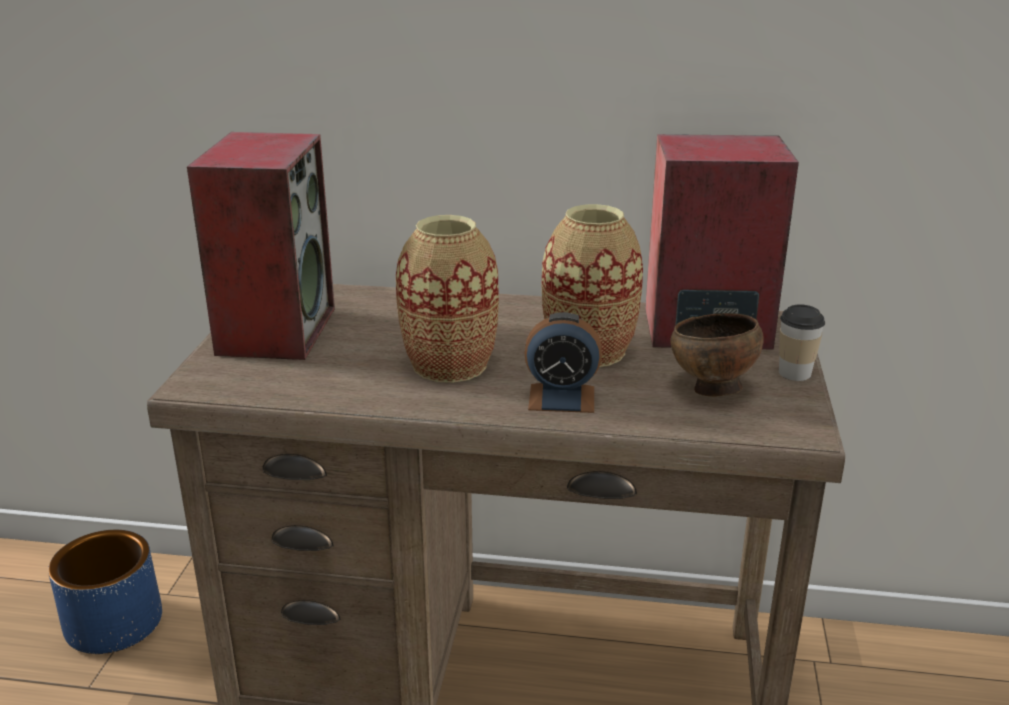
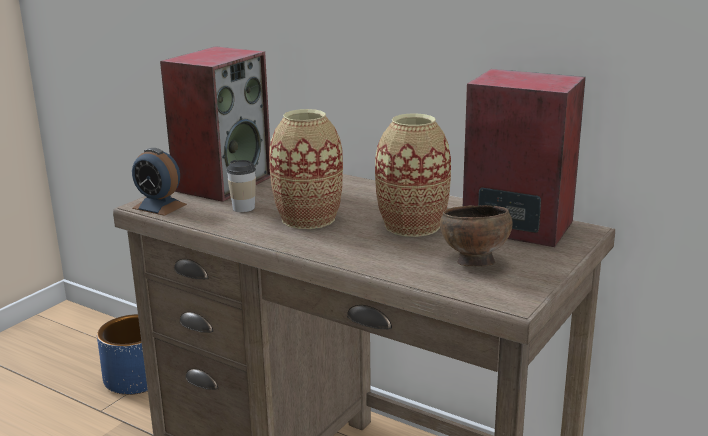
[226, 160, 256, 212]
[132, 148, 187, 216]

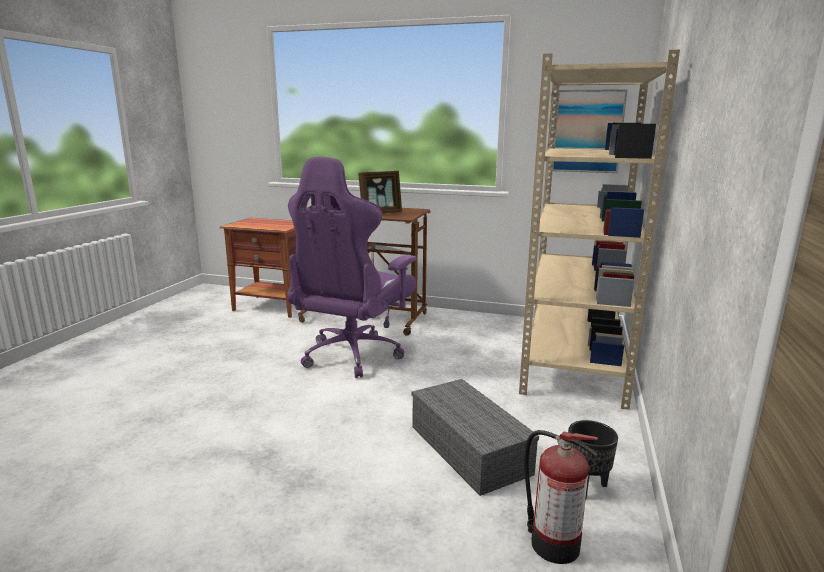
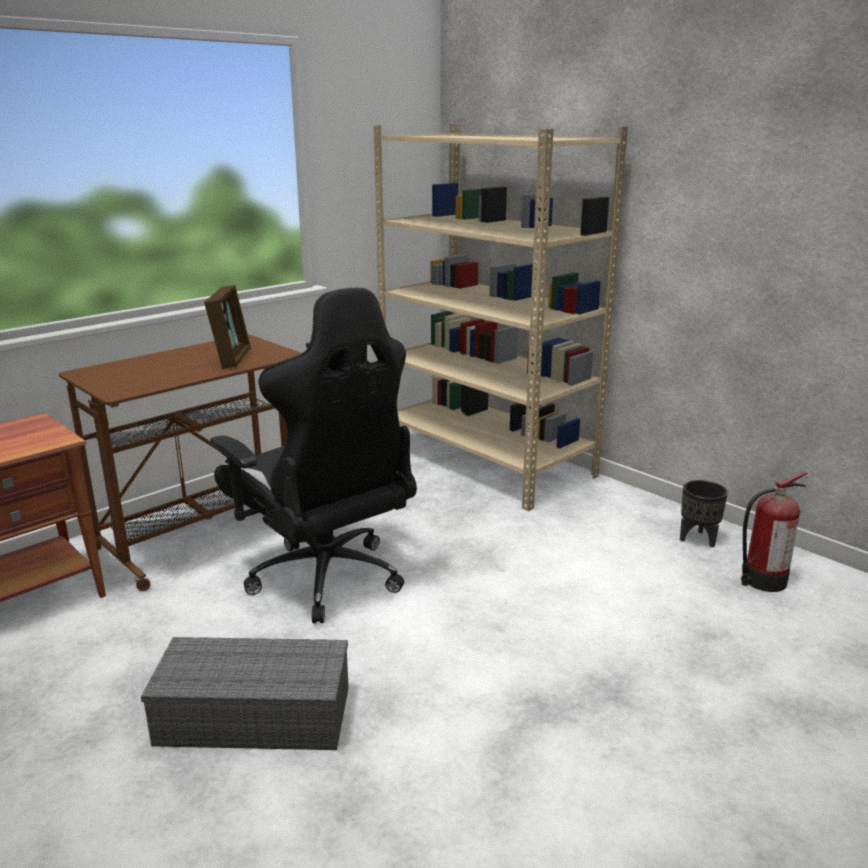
[553, 89, 628, 173] (first image)
[210, 288, 417, 623]
[141, 637, 349, 750]

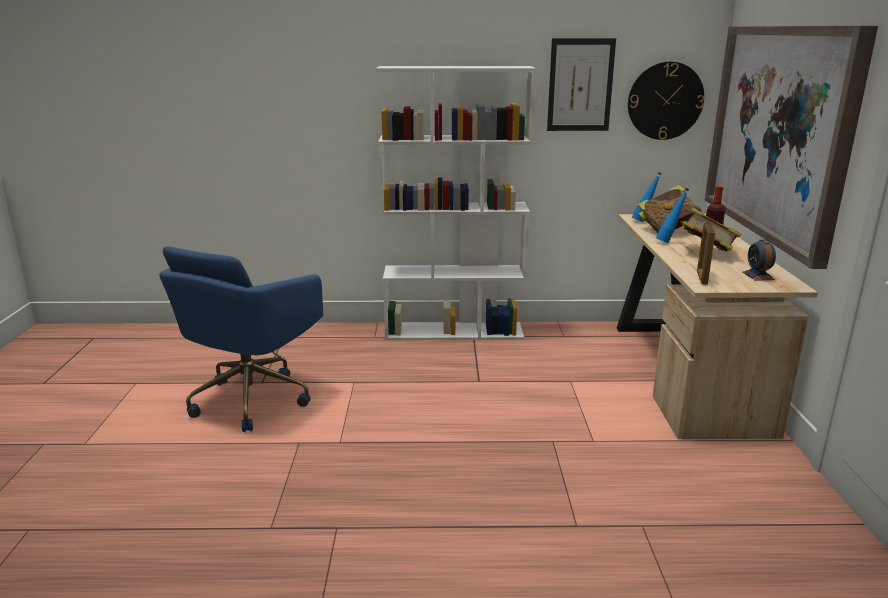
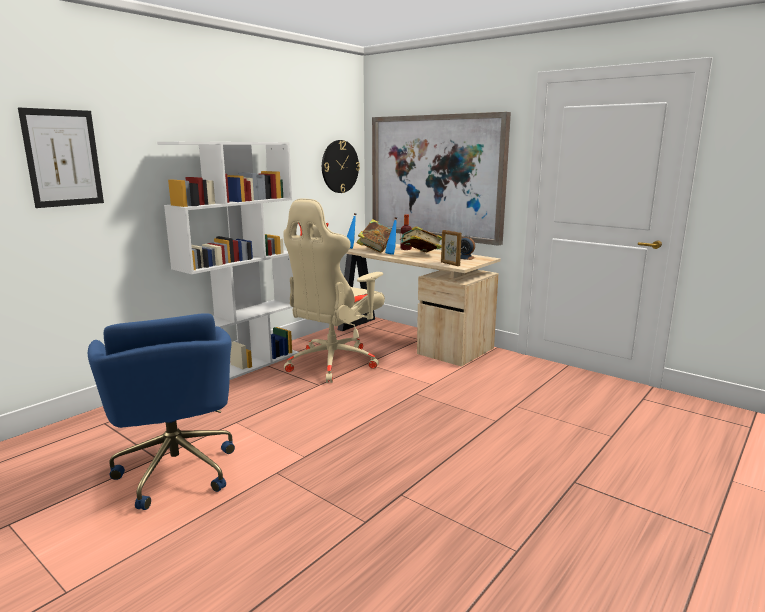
[18, 108, 104, 208]
[283, 198, 385, 383]

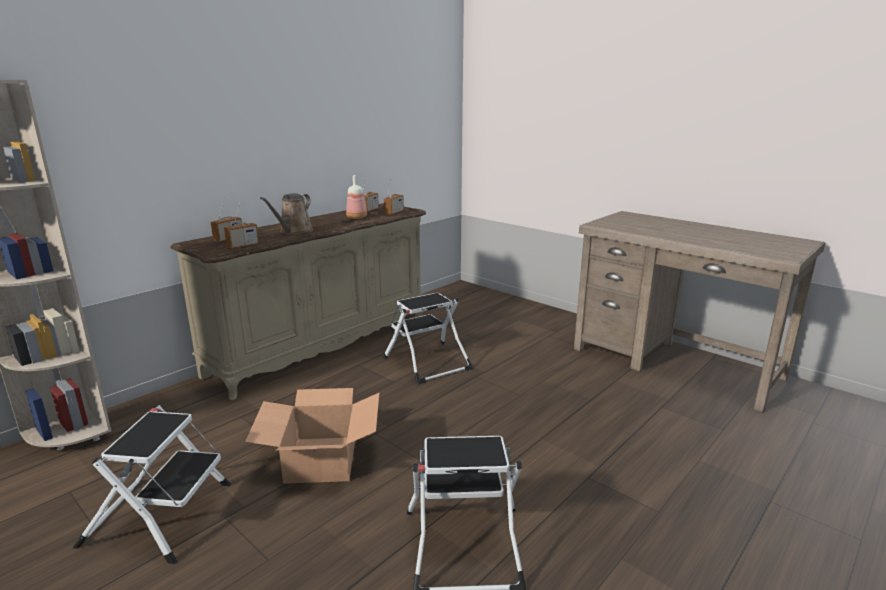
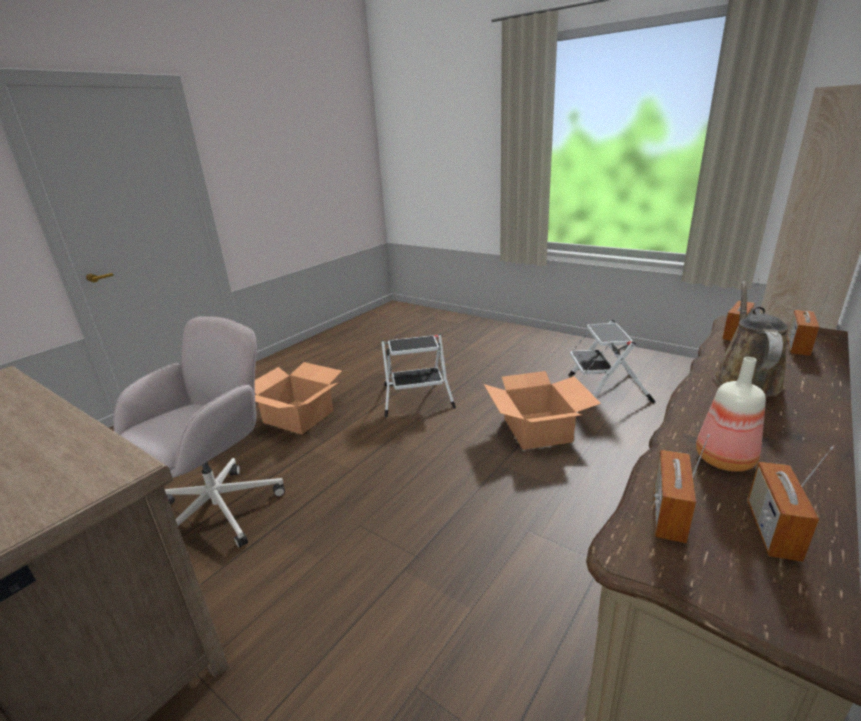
[383, 293, 473, 385] (first image)
[113, 316, 285, 548]
[255, 362, 342, 435]

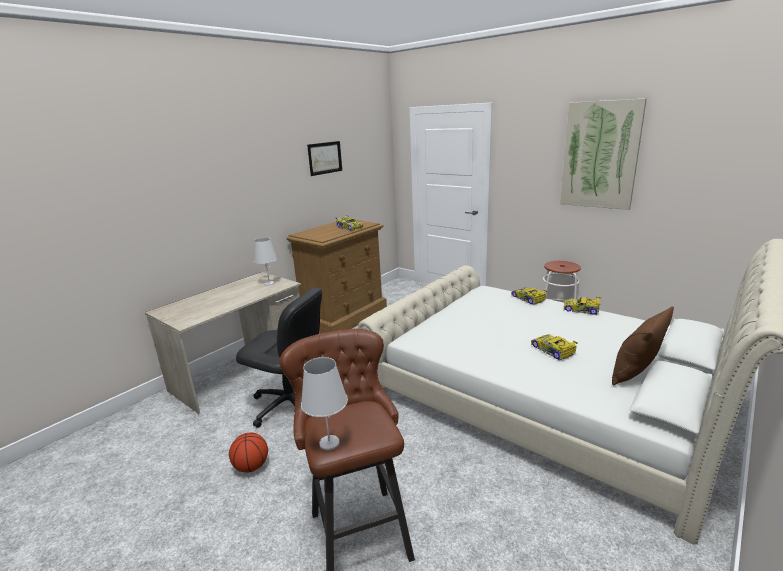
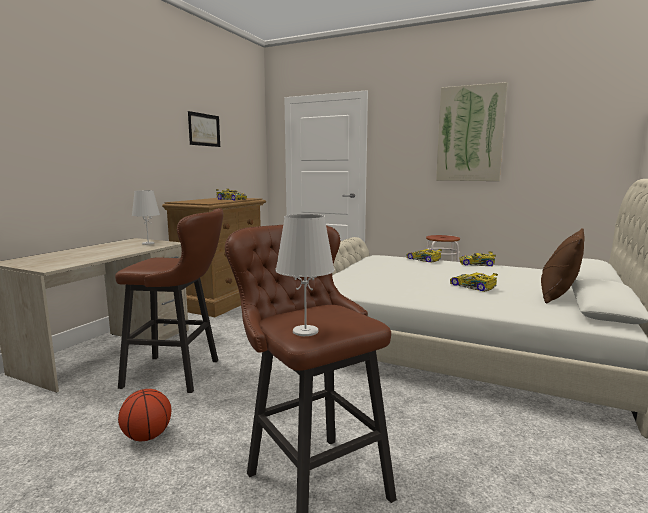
[115, 208, 223, 393]

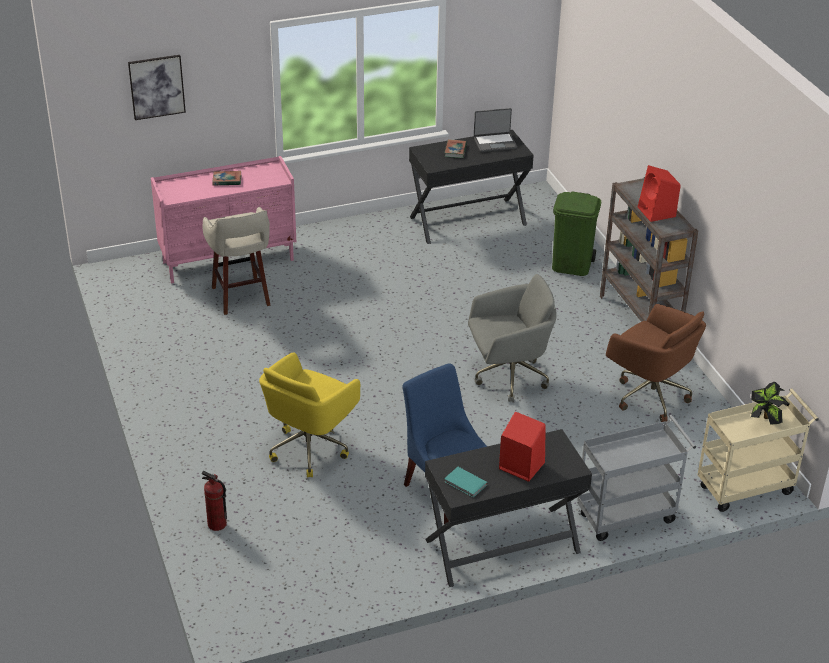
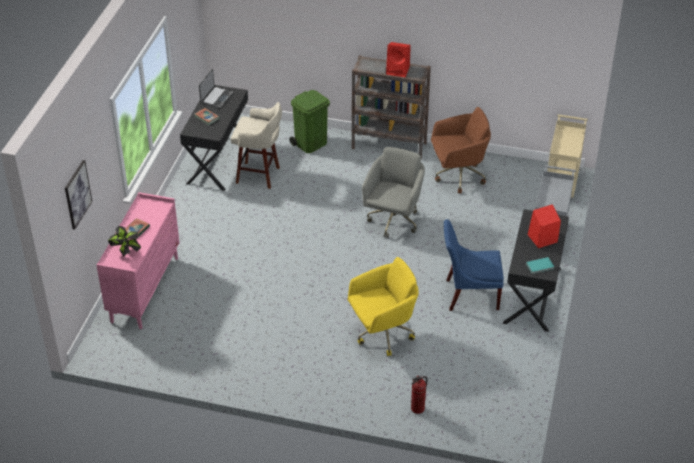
[231, 102, 282, 189]
[348, 257, 419, 356]
[108, 226, 141, 257]

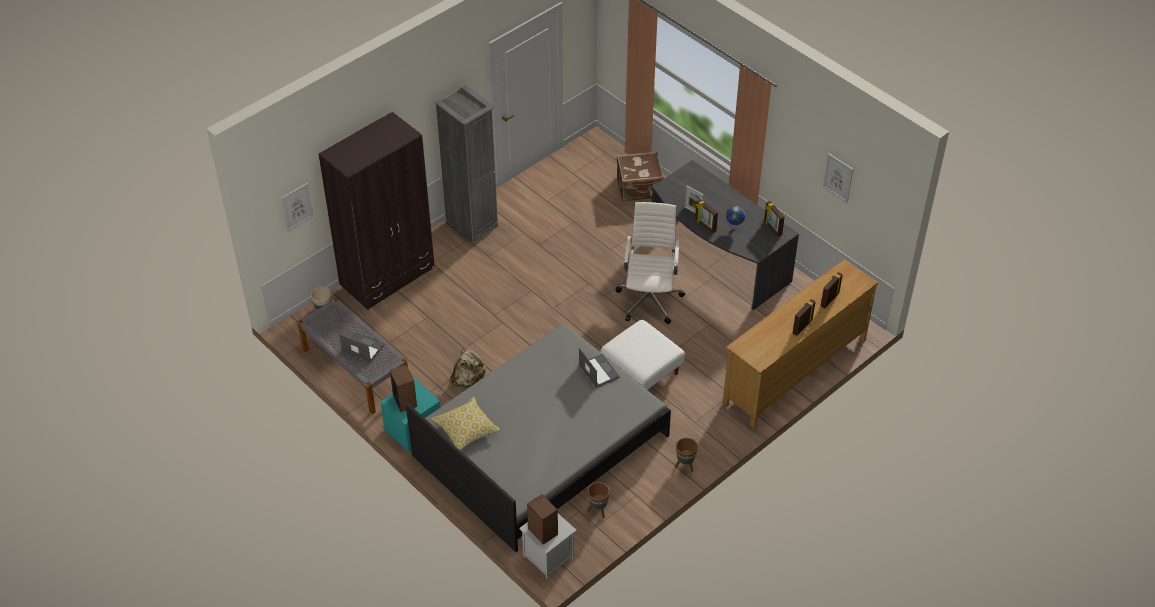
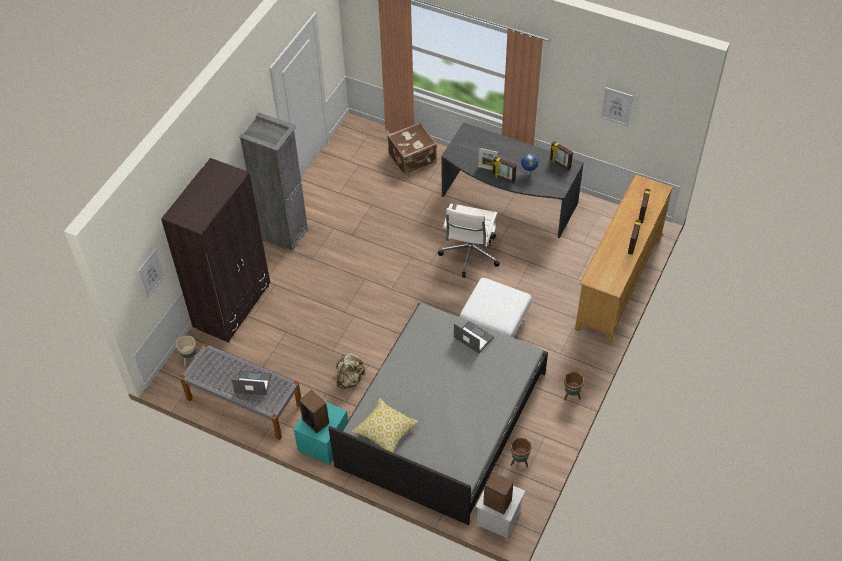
[438, 203, 500, 277]

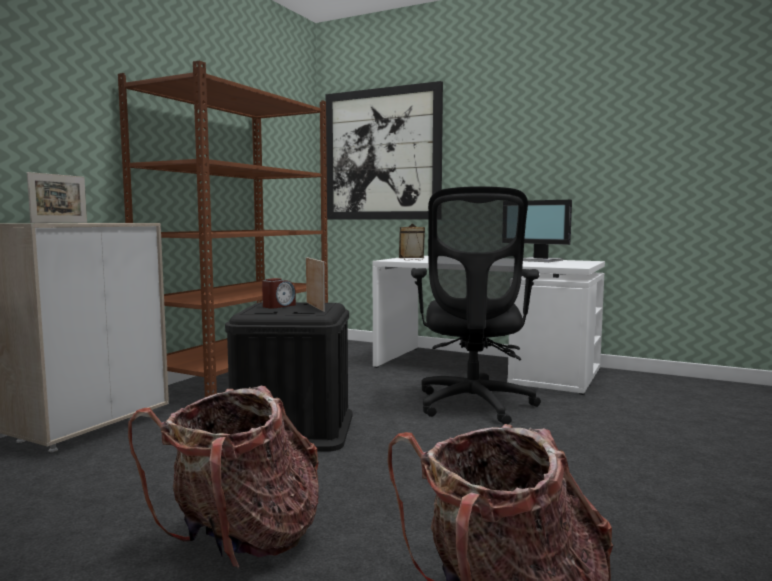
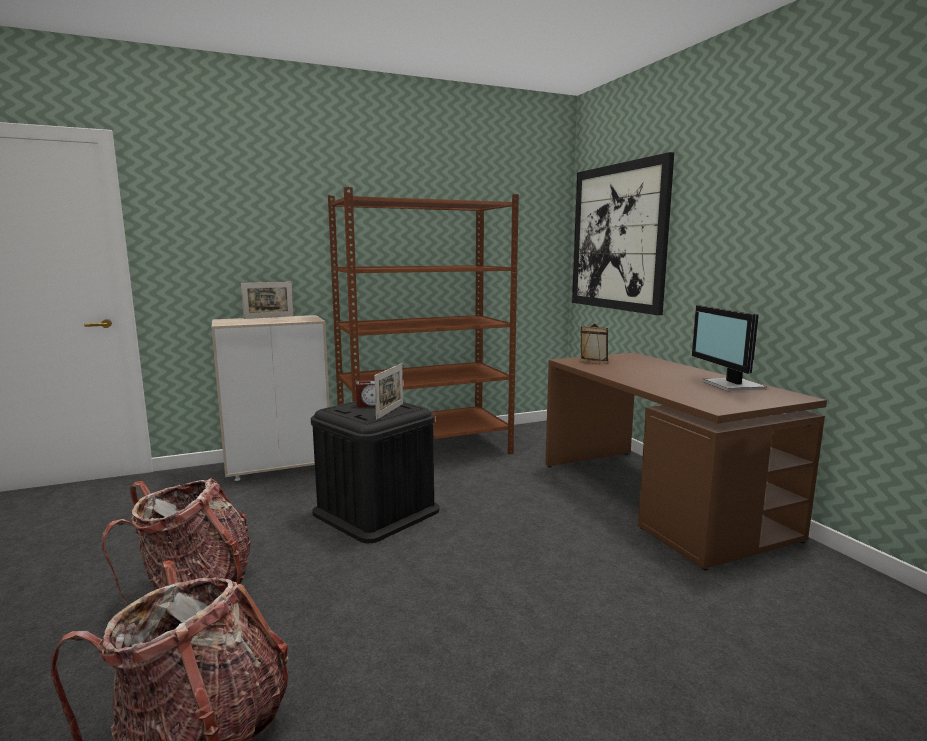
[411, 186, 541, 424] (first image)
[545, 353, 827, 570]

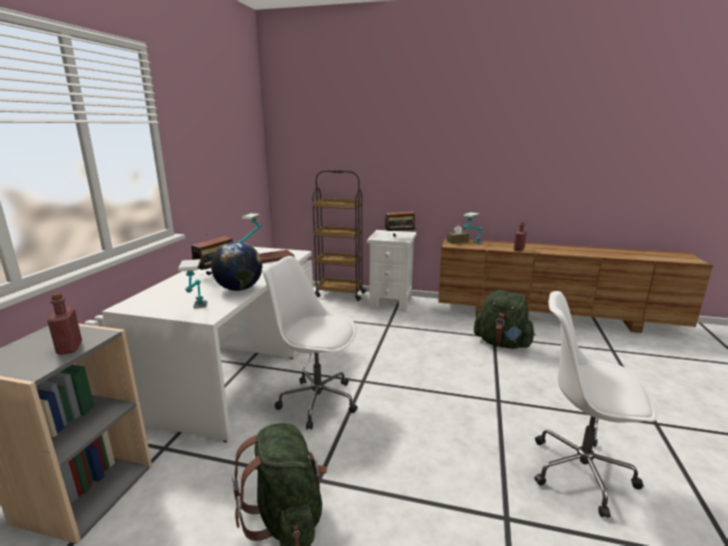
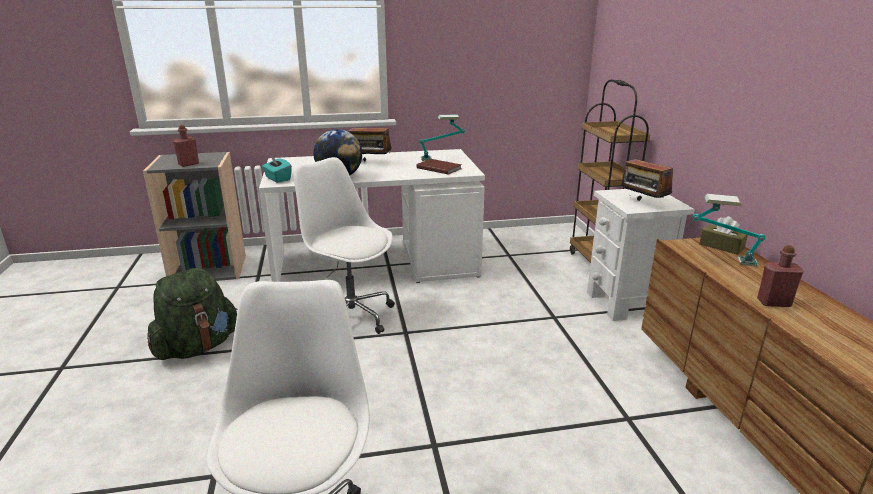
[293, 157, 395, 334]
[262, 155, 292, 183]
[474, 290, 536, 349] (first image)

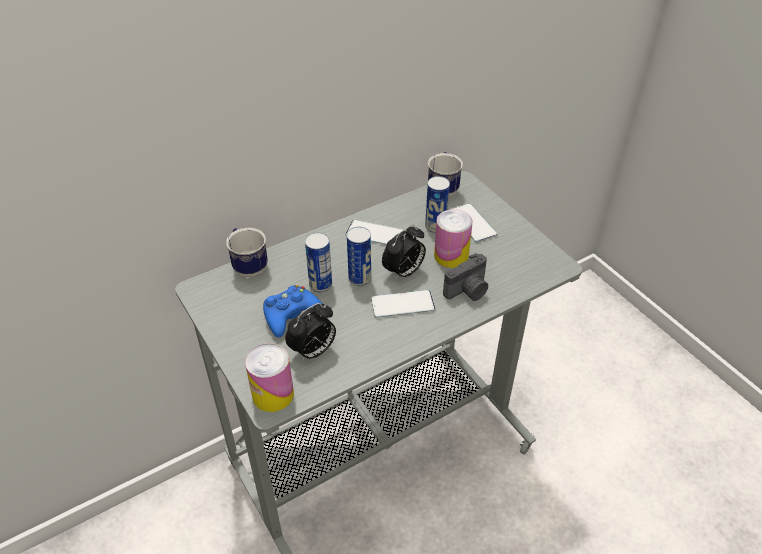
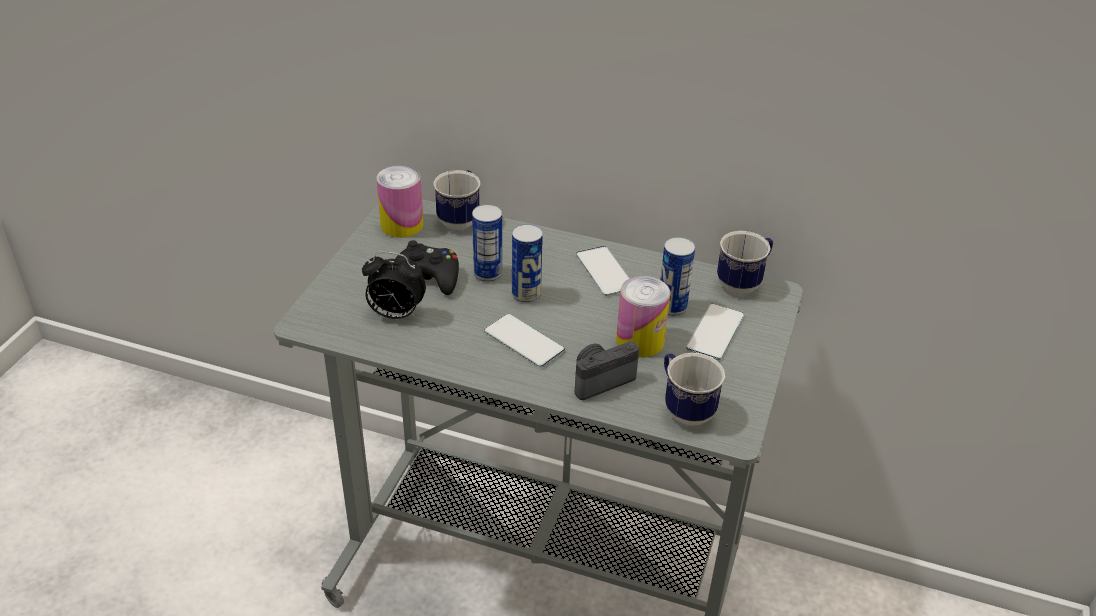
[382, 225, 426, 281] (first image)
[575, 341, 639, 400]
[395, 240, 459, 295]
[376, 165, 423, 238]
[664, 353, 725, 426]

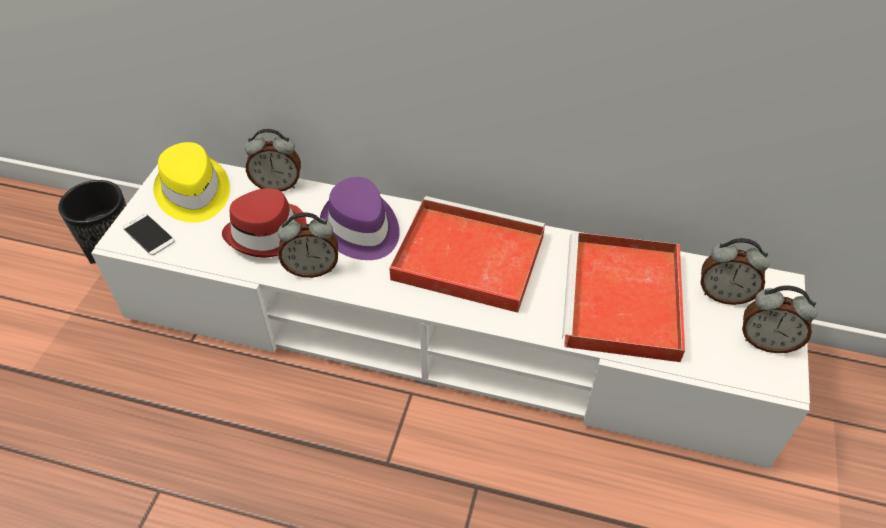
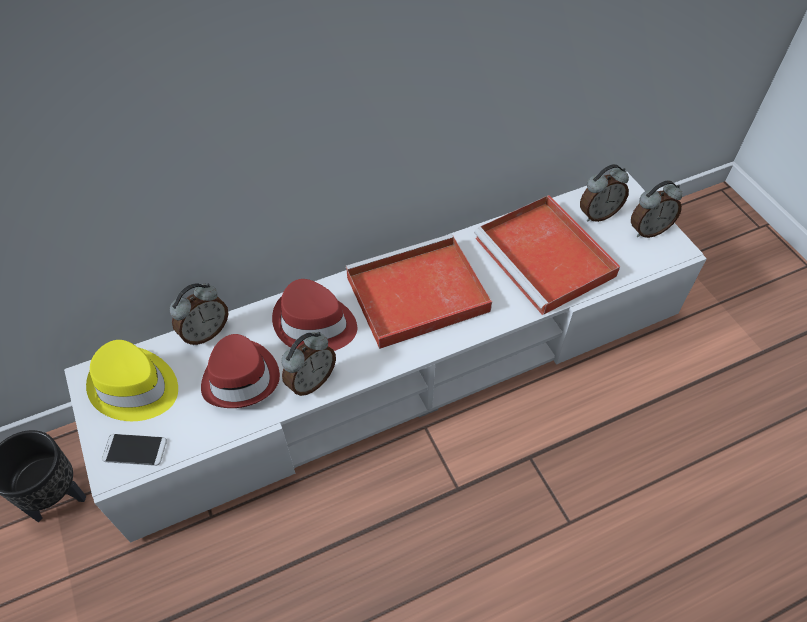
[272, 279, 357, 351]

